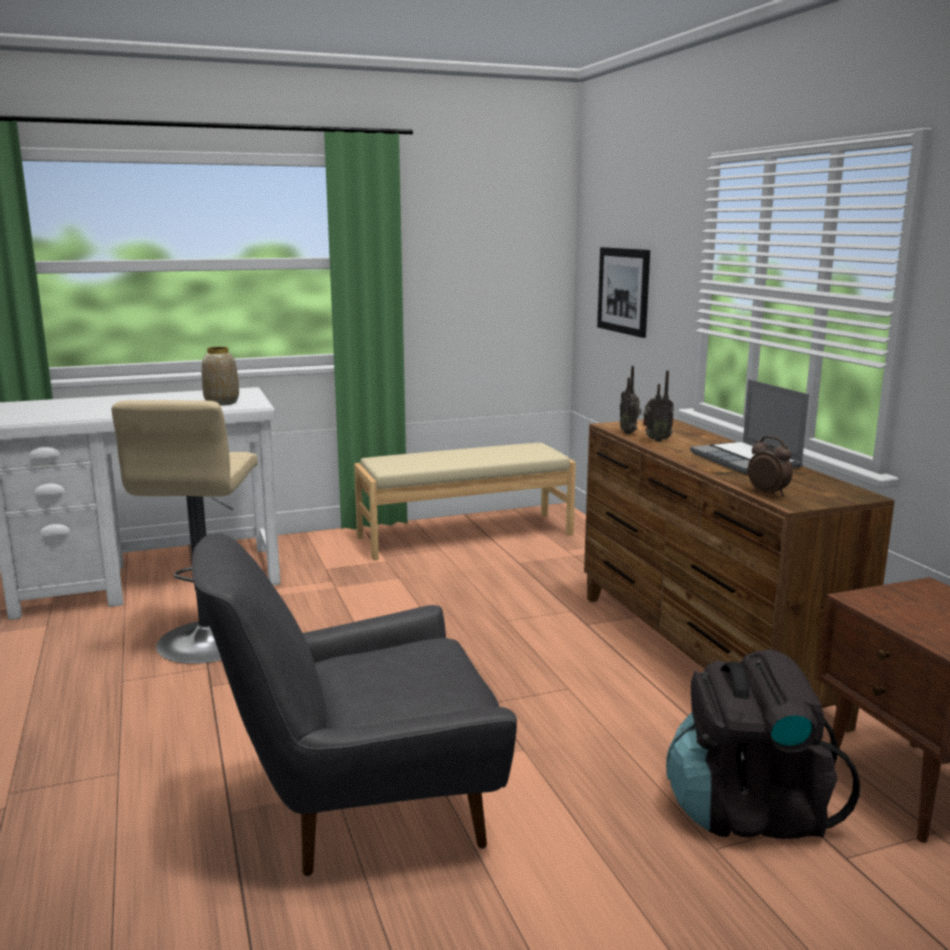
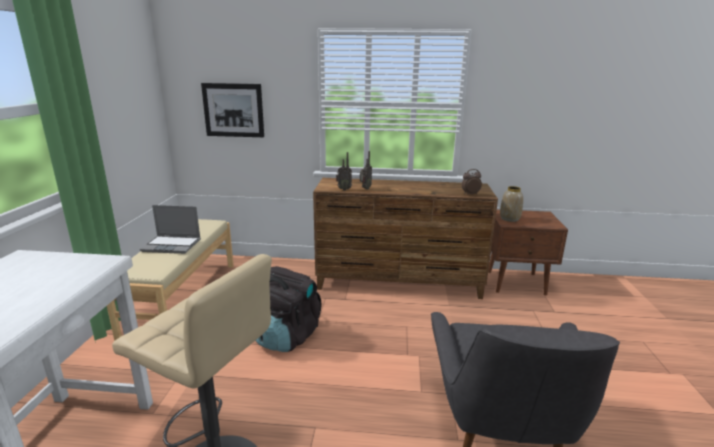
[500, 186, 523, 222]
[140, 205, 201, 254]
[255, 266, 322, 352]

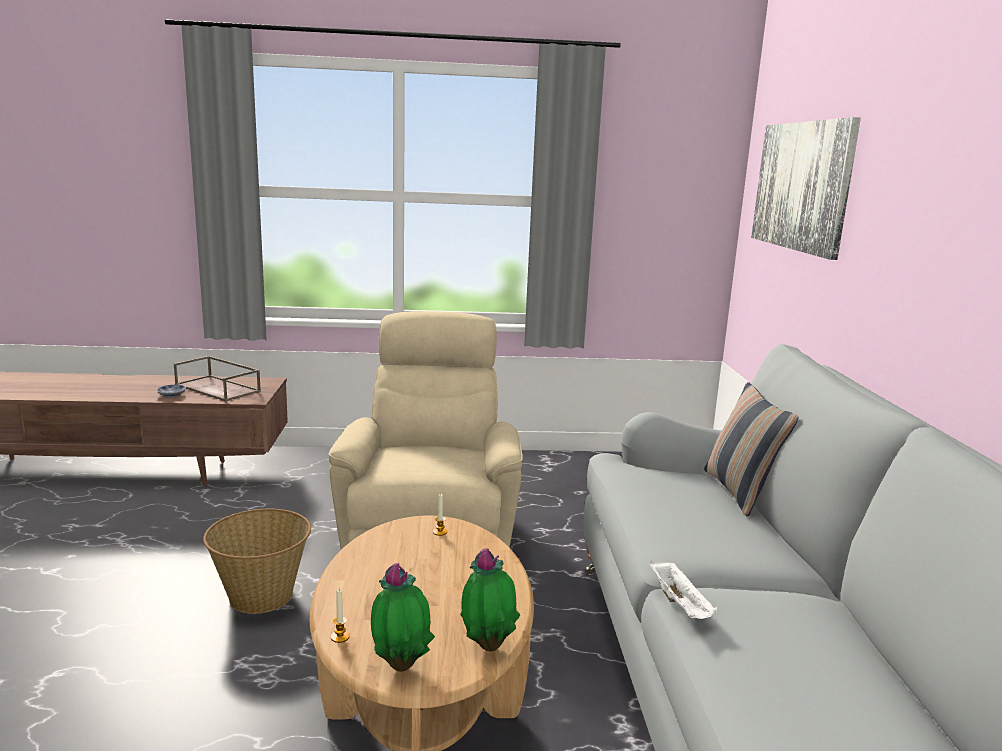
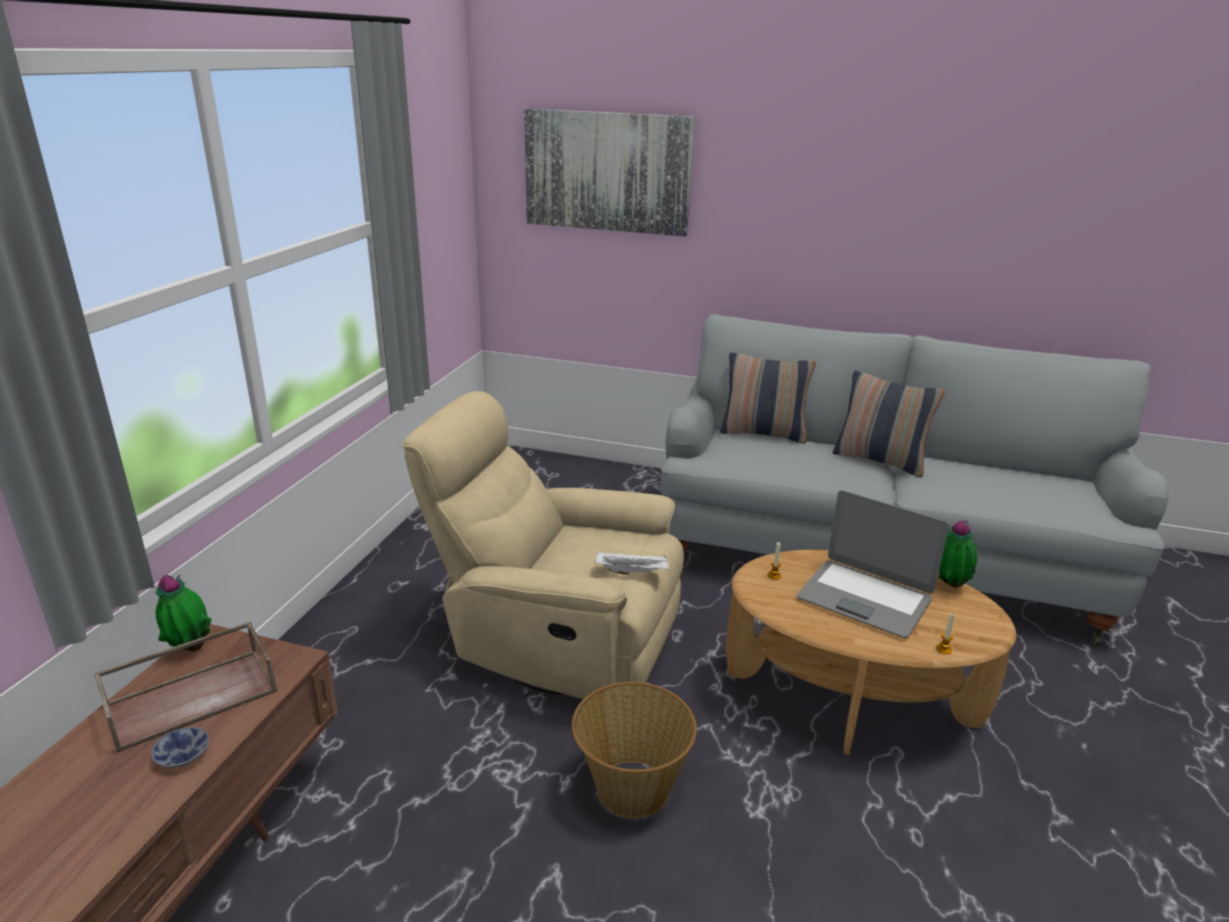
[595, 551, 669, 575]
[155, 575, 212, 652]
[833, 370, 945, 477]
[797, 490, 949, 638]

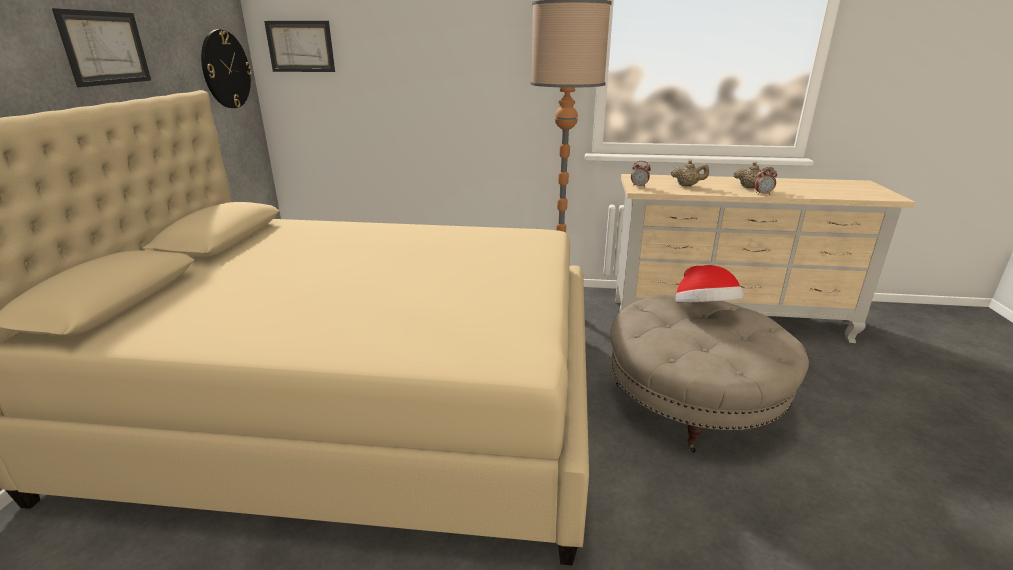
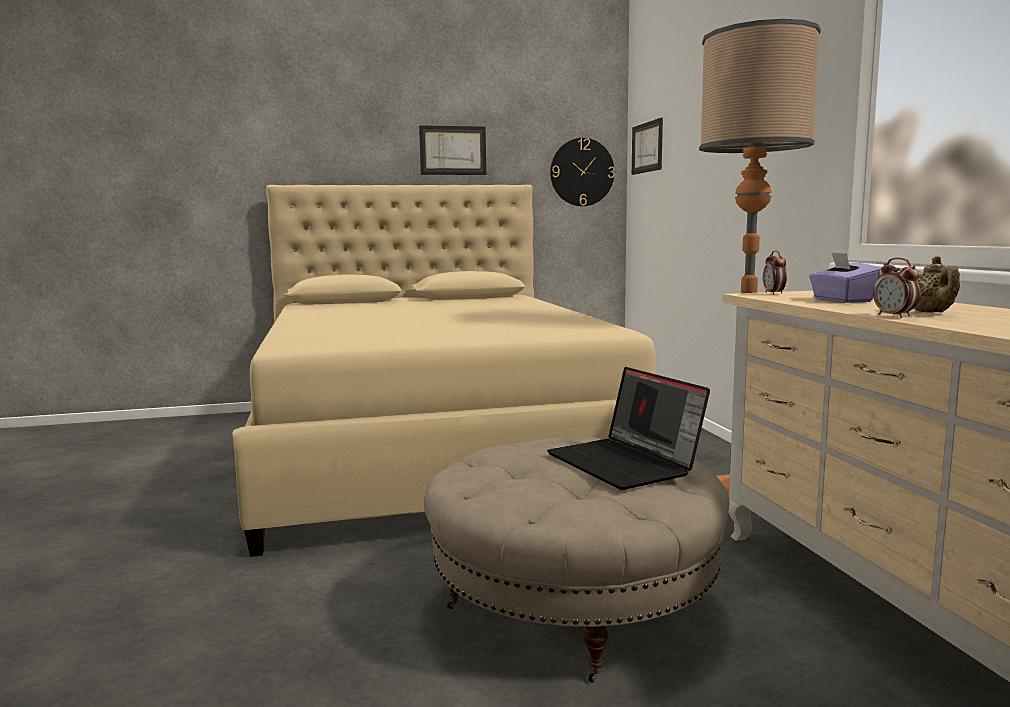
[809, 252, 879, 303]
[547, 367, 710, 490]

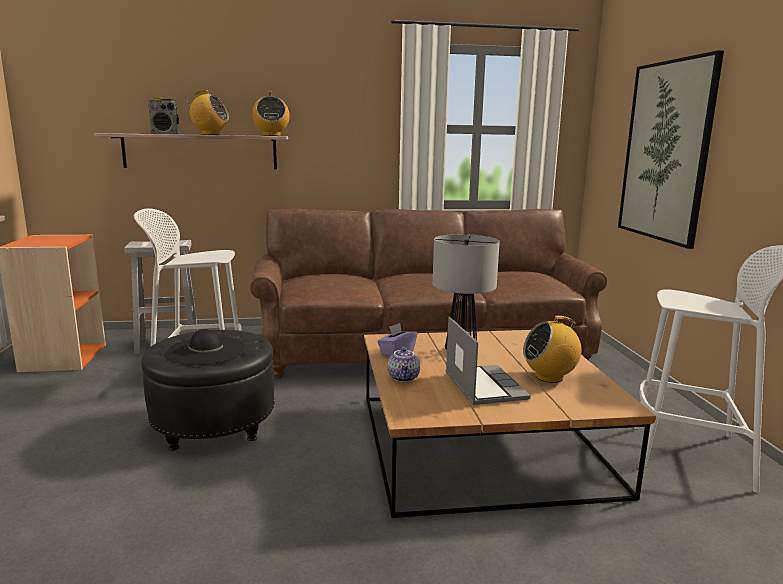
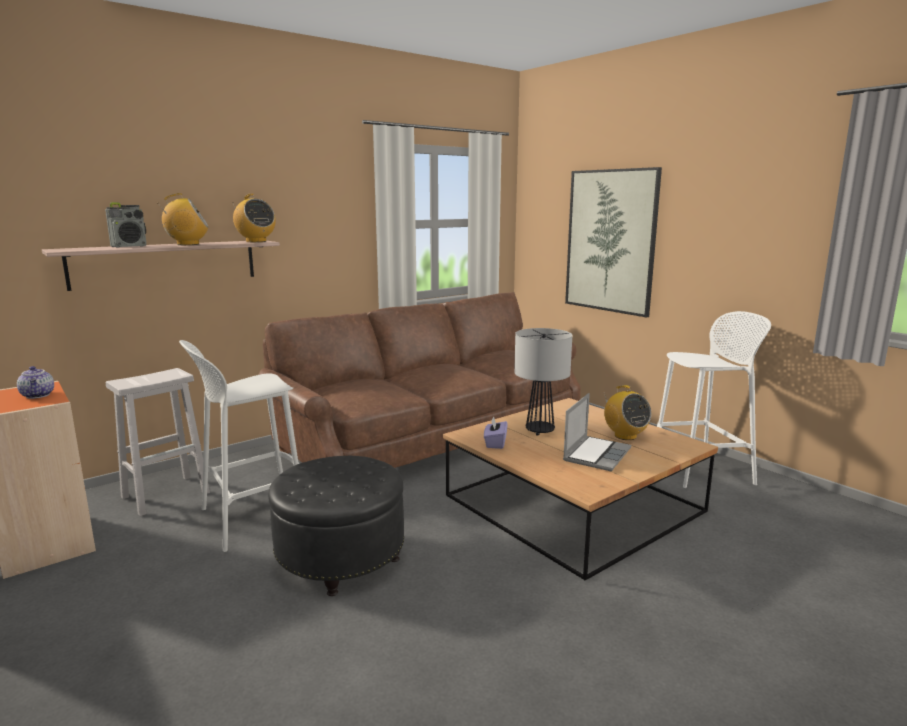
[604, 385, 651, 440]
[563, 393, 631, 471]
[165, 329, 245, 365] (first image)
[17, 366, 54, 399]

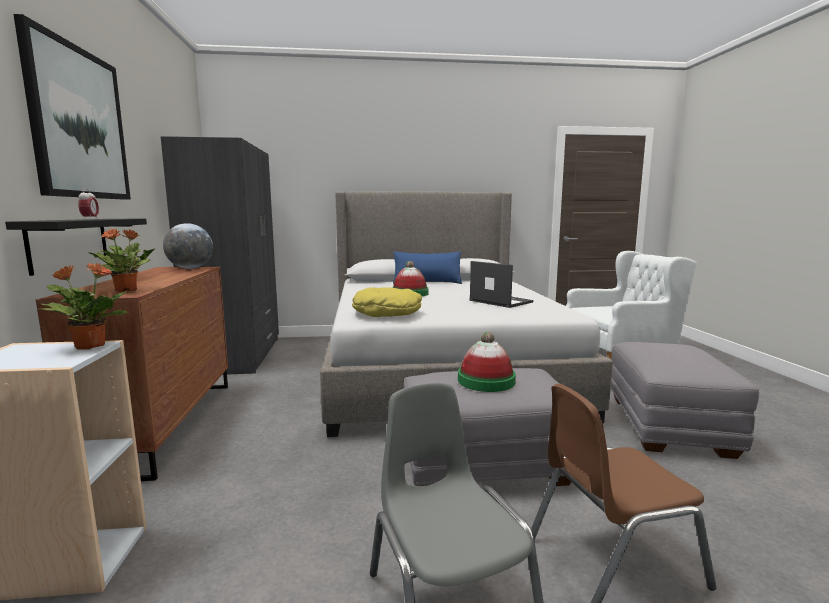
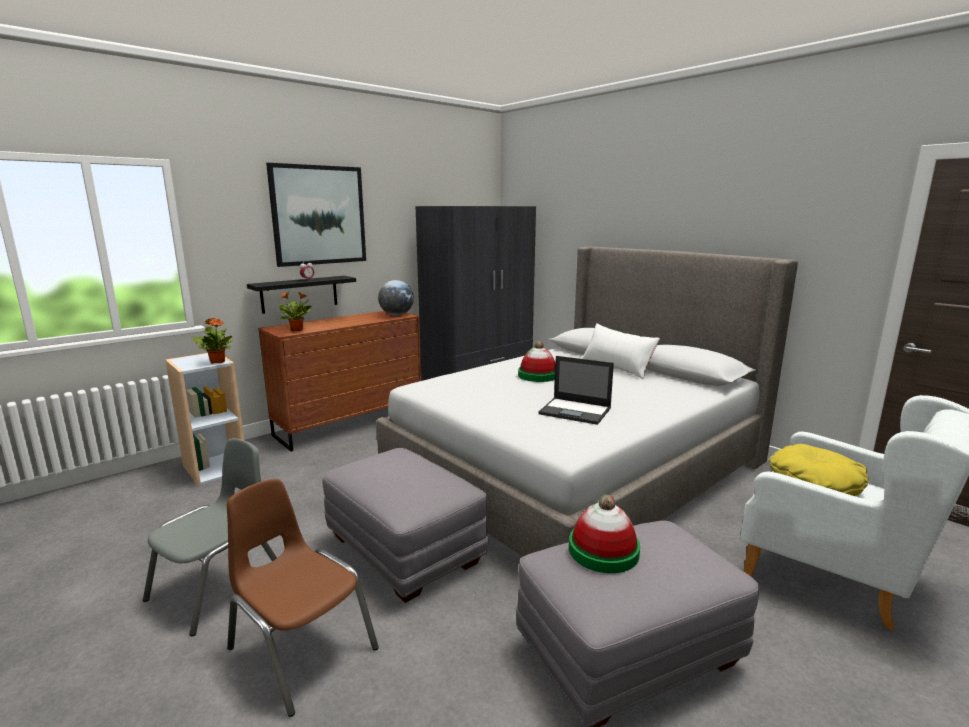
[582, 323, 660, 379]
[538, 356, 614, 425]
[769, 444, 869, 496]
[569, 495, 640, 573]

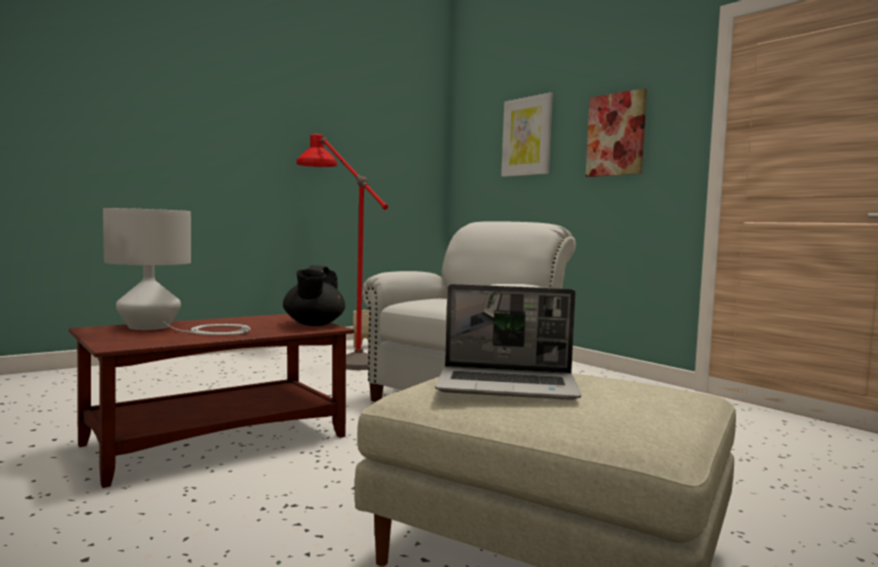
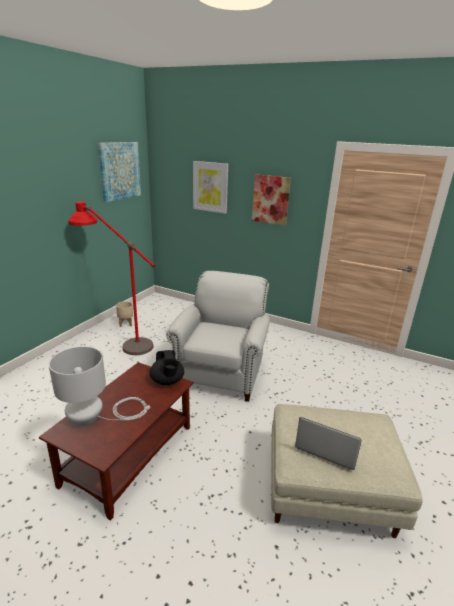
[295, 417, 362, 470]
[98, 142, 141, 202]

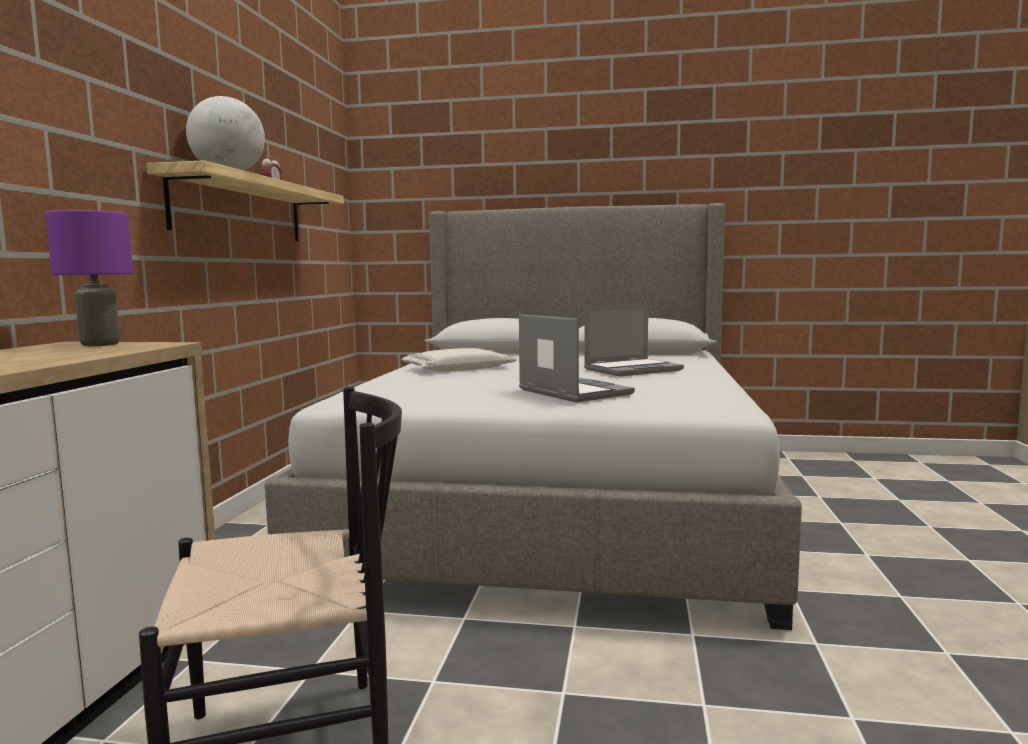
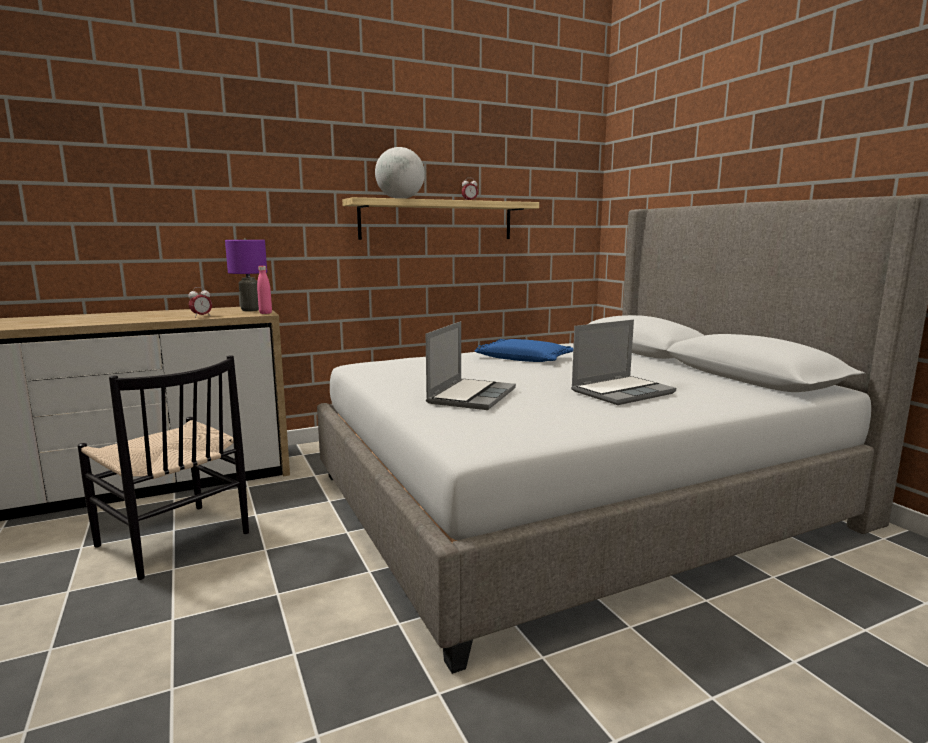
[571, 320, 676, 405]
[475, 339, 573, 362]
[257, 266, 272, 314]
[188, 287, 212, 318]

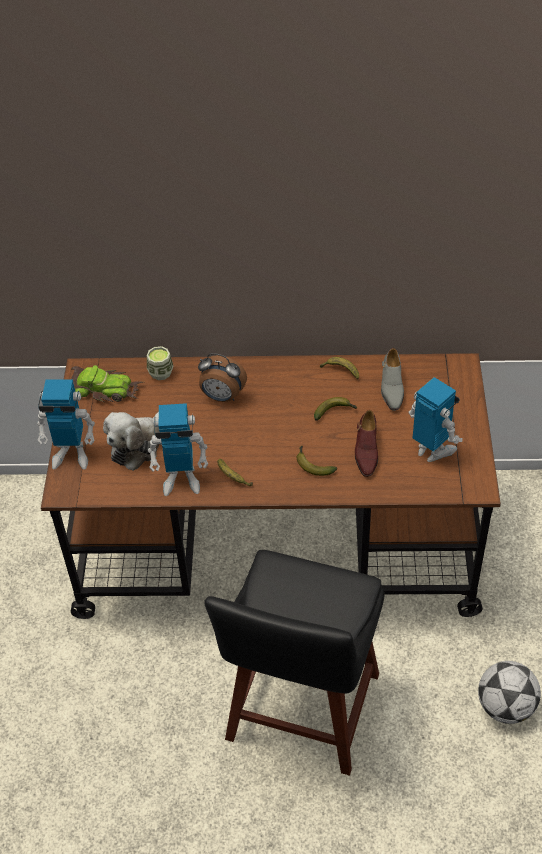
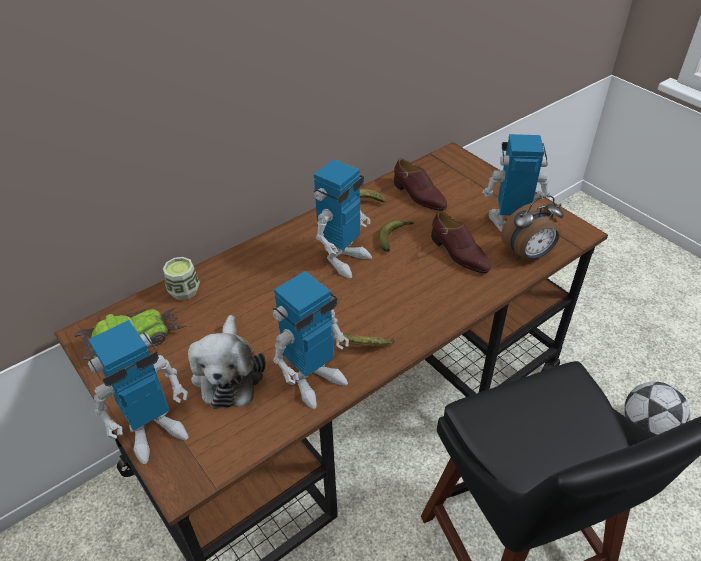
[394, 158, 447, 211]
[501, 196, 564, 260]
[297, 446, 337, 476] (first image)
[314, 159, 372, 278]

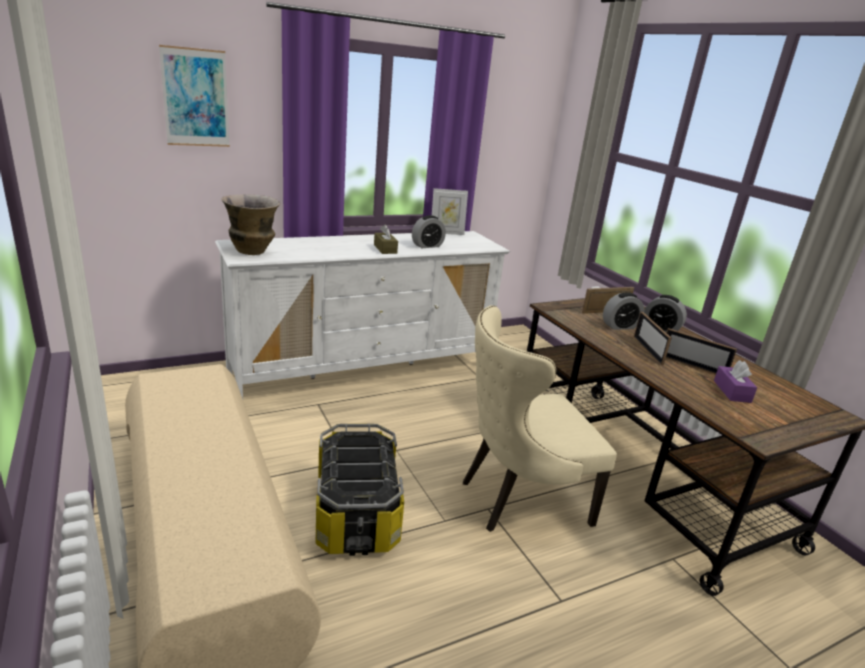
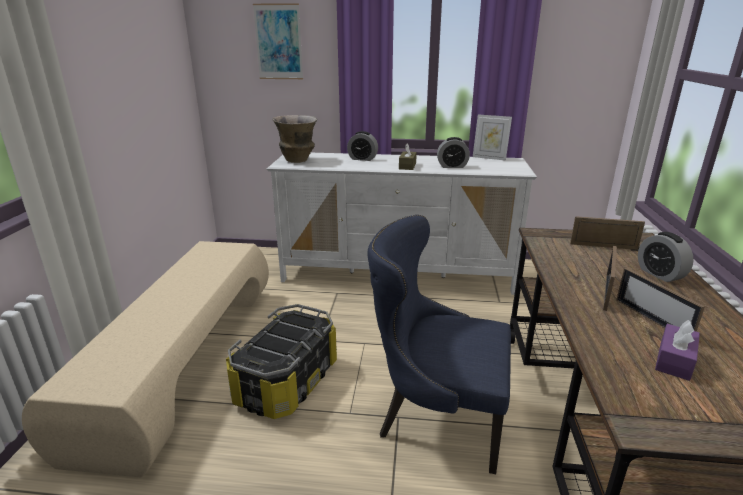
[347, 131, 378, 161]
[368, 215, 511, 474]

